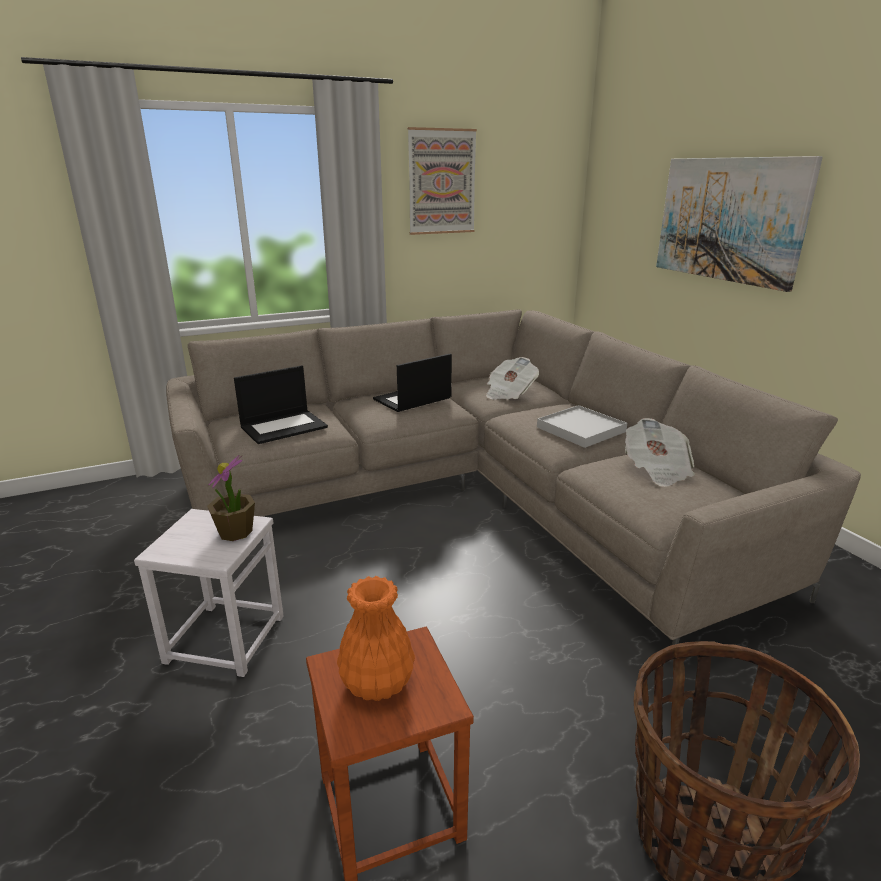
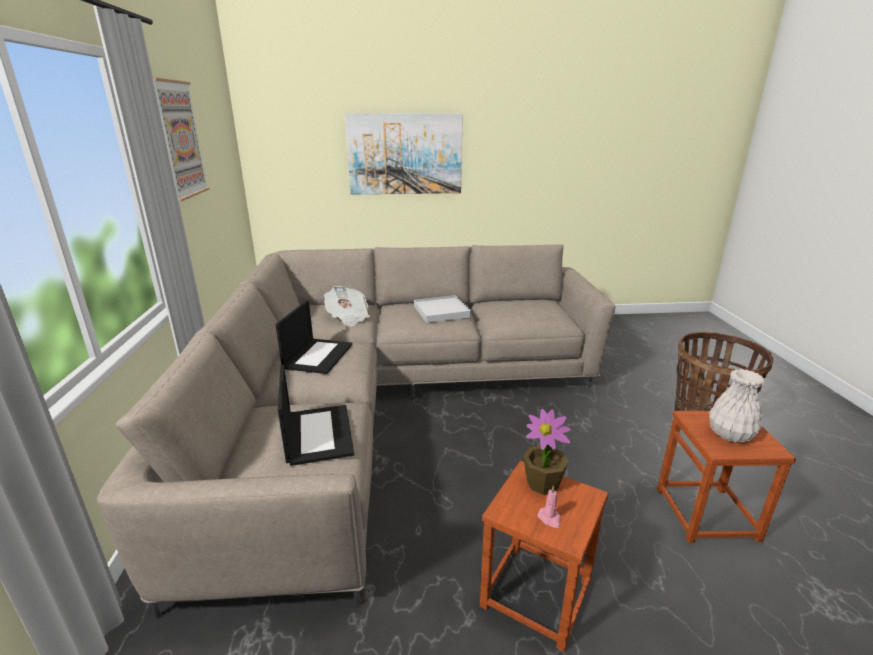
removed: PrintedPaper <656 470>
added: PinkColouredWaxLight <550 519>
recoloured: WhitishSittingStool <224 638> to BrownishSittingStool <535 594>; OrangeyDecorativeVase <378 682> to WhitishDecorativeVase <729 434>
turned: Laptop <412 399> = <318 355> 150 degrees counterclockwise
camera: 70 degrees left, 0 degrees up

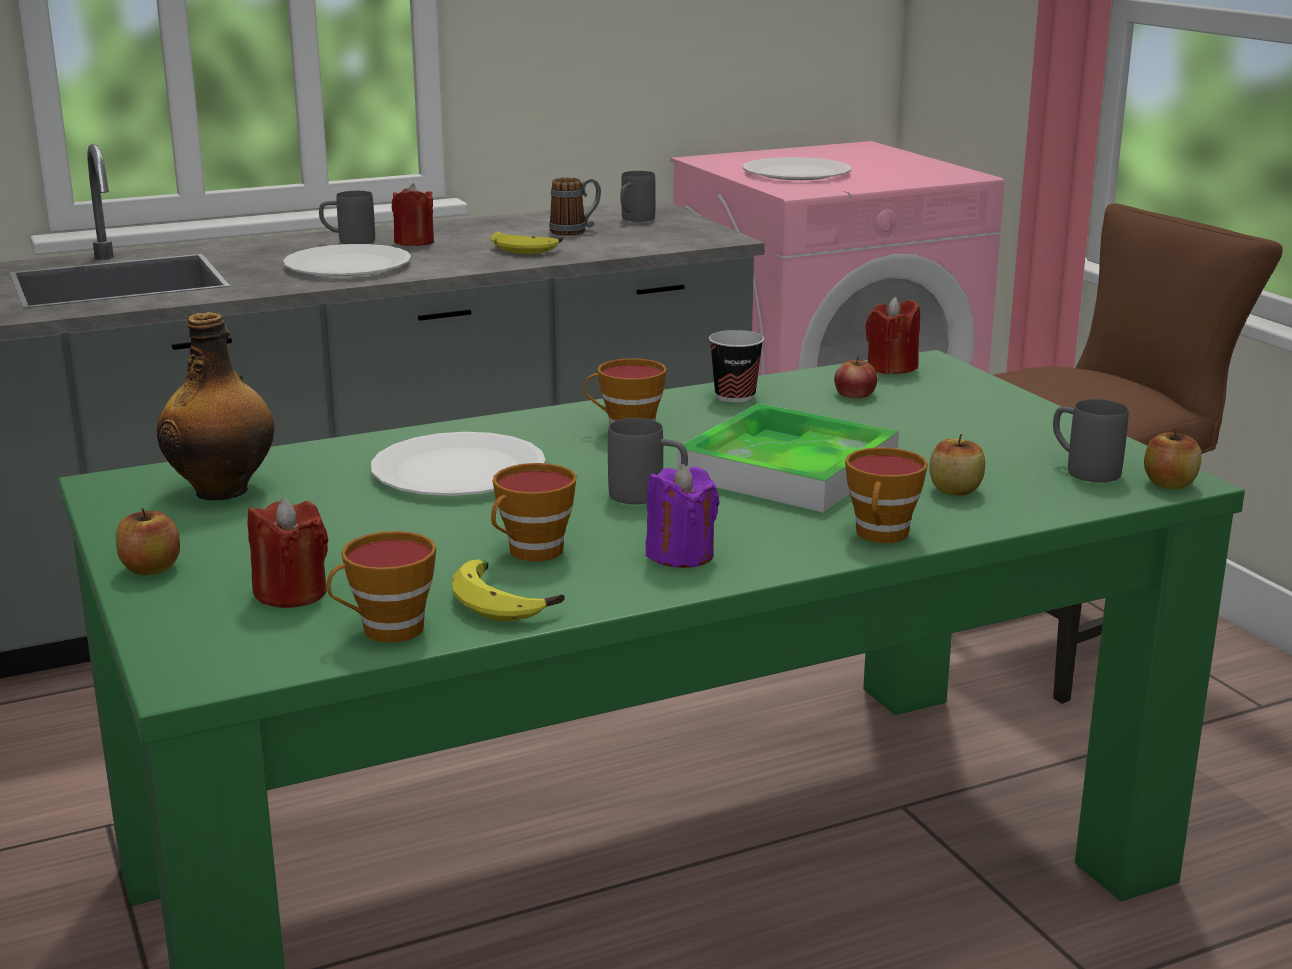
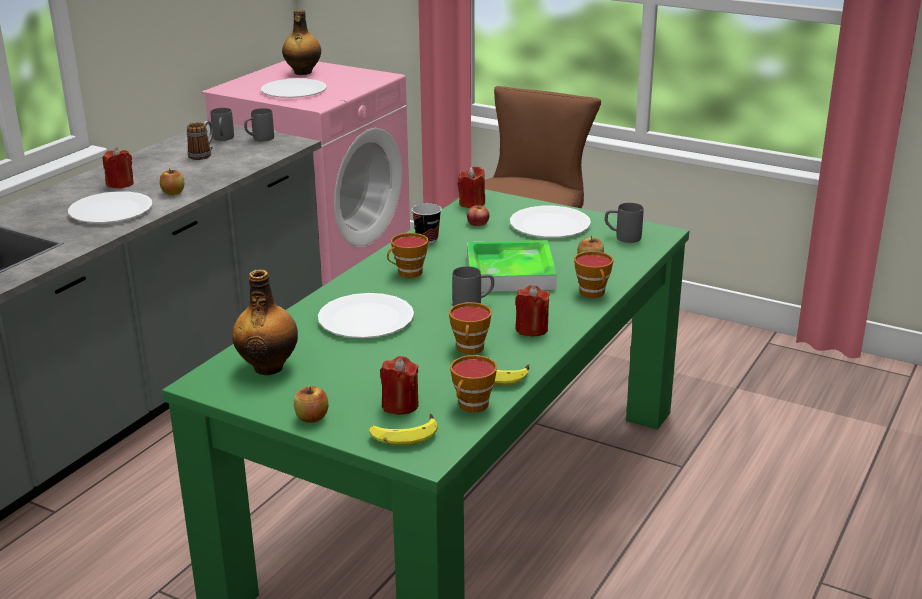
added: DrinkBottle <302 72>; WhitishPlate <550 225>
moved: GrayMug <348 241> to <259 139>; BananaFruit <526 248> to <404 434>; AppleFruit <1169 484> to <173 193>
recoloured: PurpleWaxLight <680 555> to ReddishWaxLight <531 329>
camera: 35 degrees left, 5 degrees up

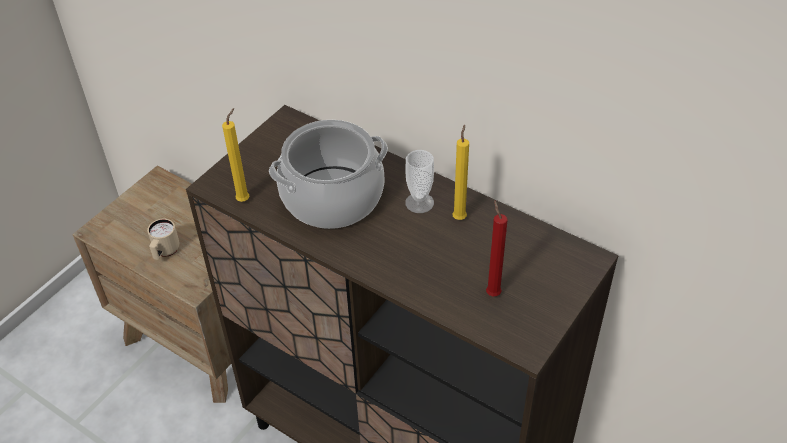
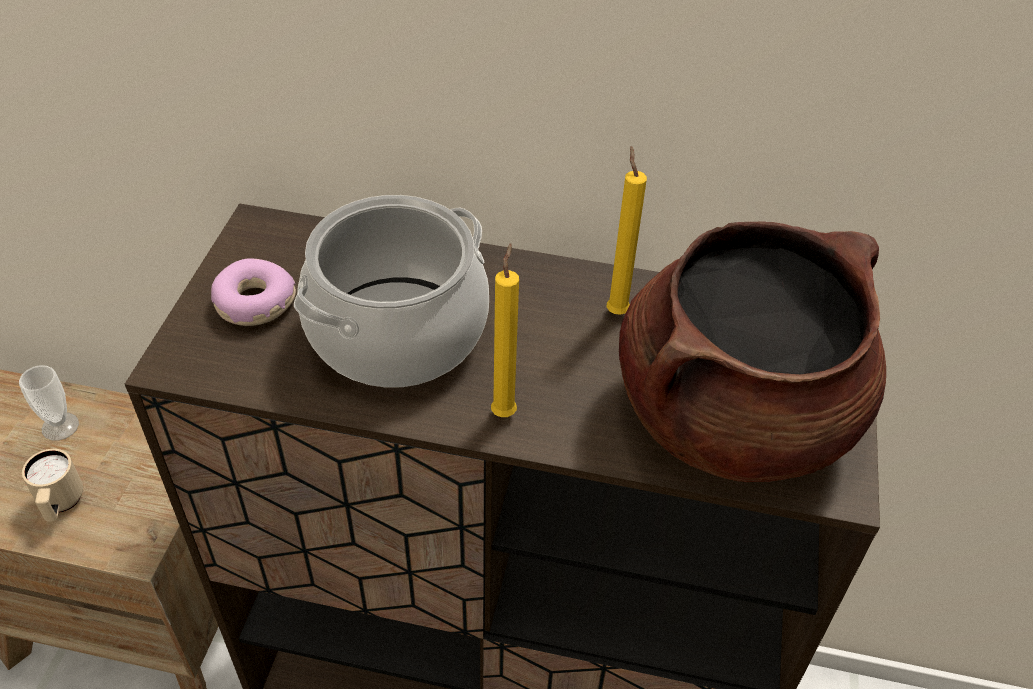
added: Doughnut <254 303>
moved: YellowColouredWaxLight <244 199> to <504 411>; DrinkingCup <419 203> to <60 426>
replaced: ReddishWaxLight <492 292> to BrownishCookingPot <734 415>
camera: 25 degrees left, 0 degrees up

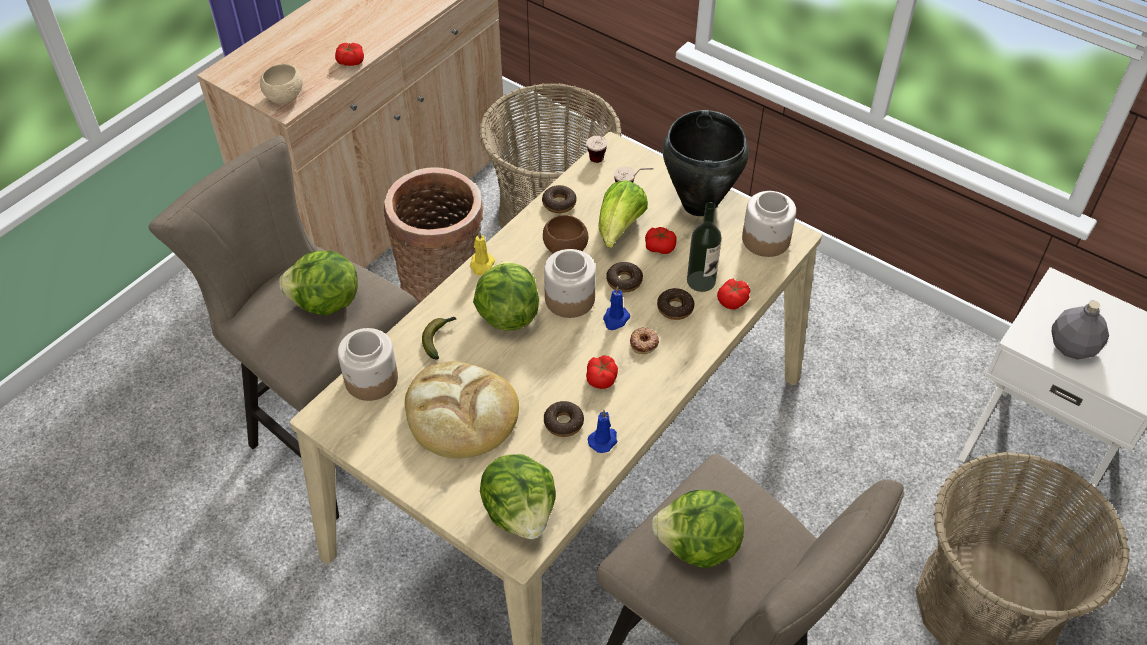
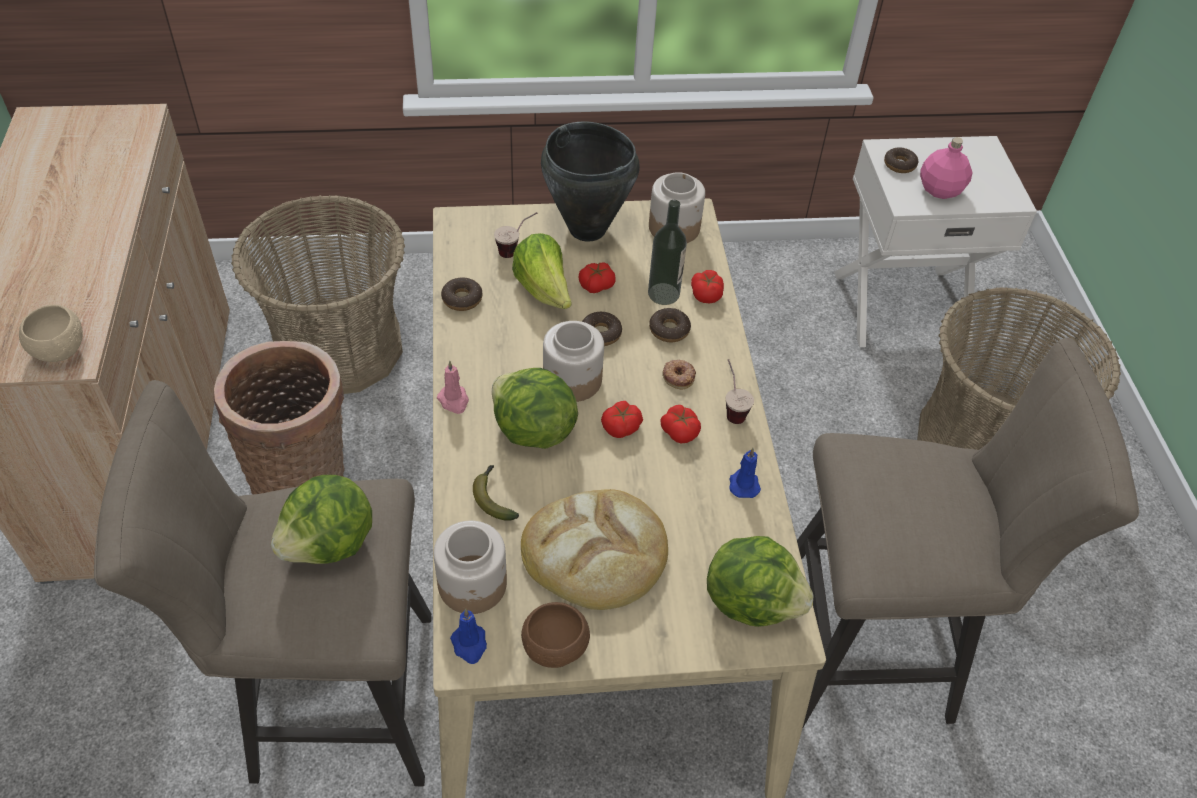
removed: HeadOfLettuce <698 546>
moved: Tomato <350 61> to <621 427>; DrinkingCup <600 153> to <731 408>; BrownishBowl <565 249> to <555 648>; BluishWaxLight <615 319> to <469 645>; Doughnut <563 423> to <899 165>
recoloured: YellowColouredWaxLight <481 265> to PinkColouredWaxLight <454 401>; GrayDrinkBottle <1072 347> to PinkColouredDrinkBottle <940 190>
camera: 45 degrees left, 0 degrees up

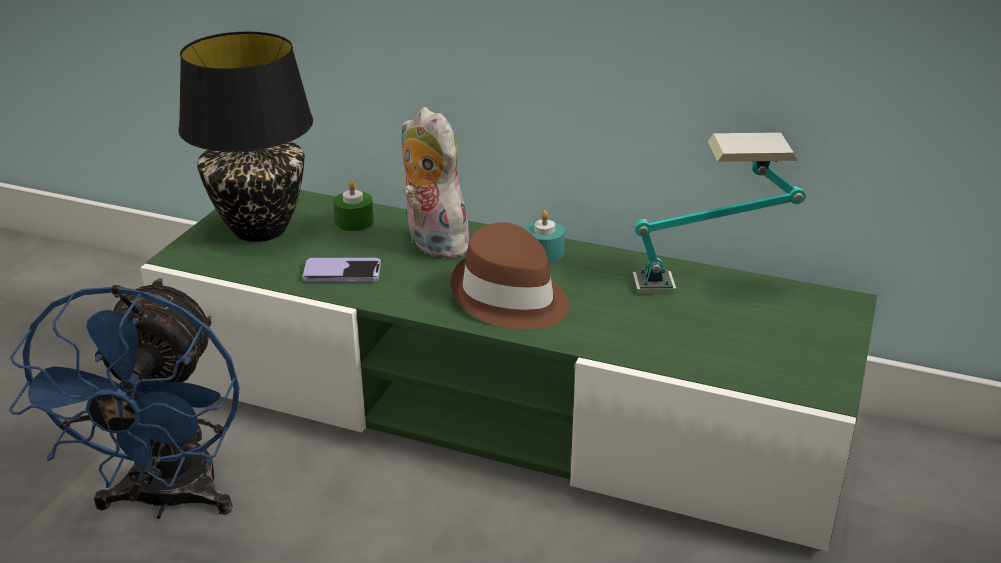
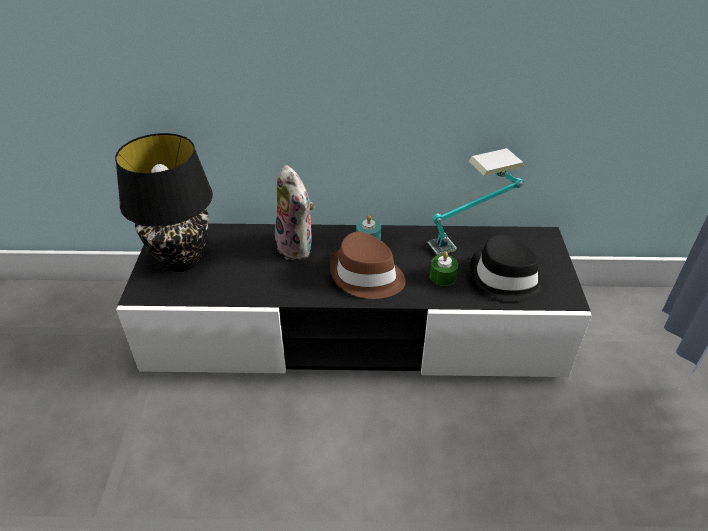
removed: Handset <342 272>; BluishElectricFan <167 500>
added: BlackHat <505 279>
moved: GreenColouredWaxLight <354 222> to <442 276>
recoloured: GreenColouredTvUnit <500 405> to BlackTvUnit <354 330>
turned: CuddlyToy <432 243> = <298 247> 150 degrees counterclockwise
camera: 20 degrees left, 10 degrees up

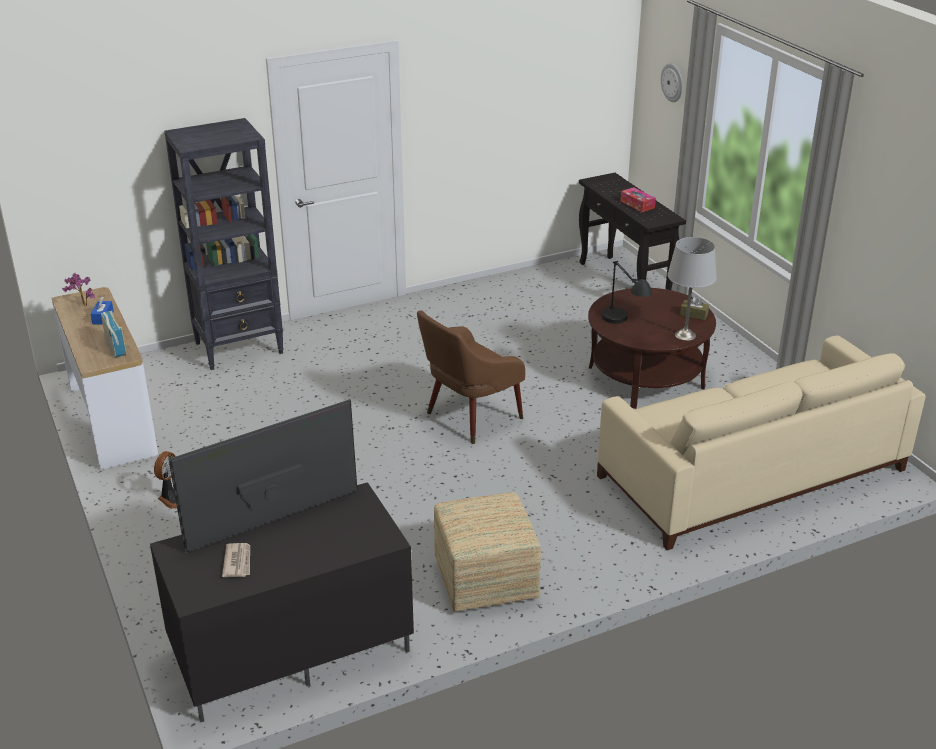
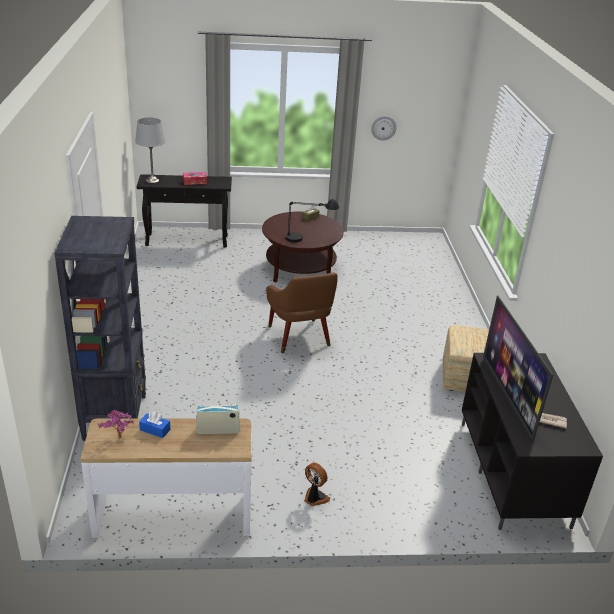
removed: SandColouredSofa <750 472>
moved: HangingClock <672 82> to <383 127>; GrayTabletopLamp <685 335> to <152 180>
camera: 70 degrees left, 0 degrees up

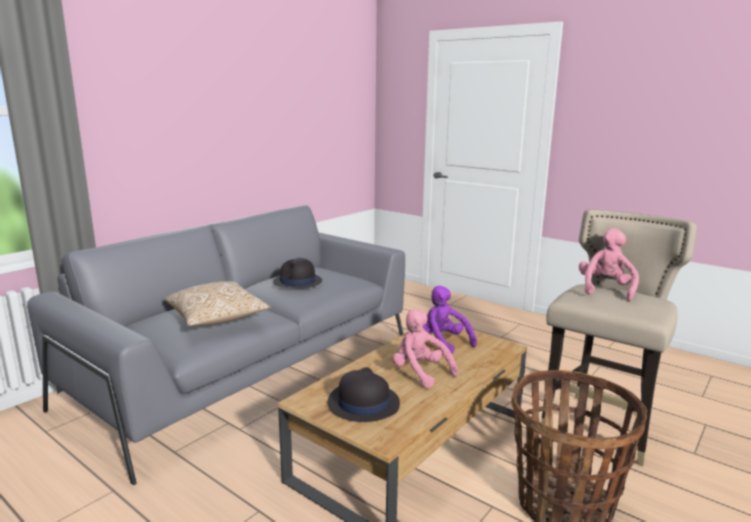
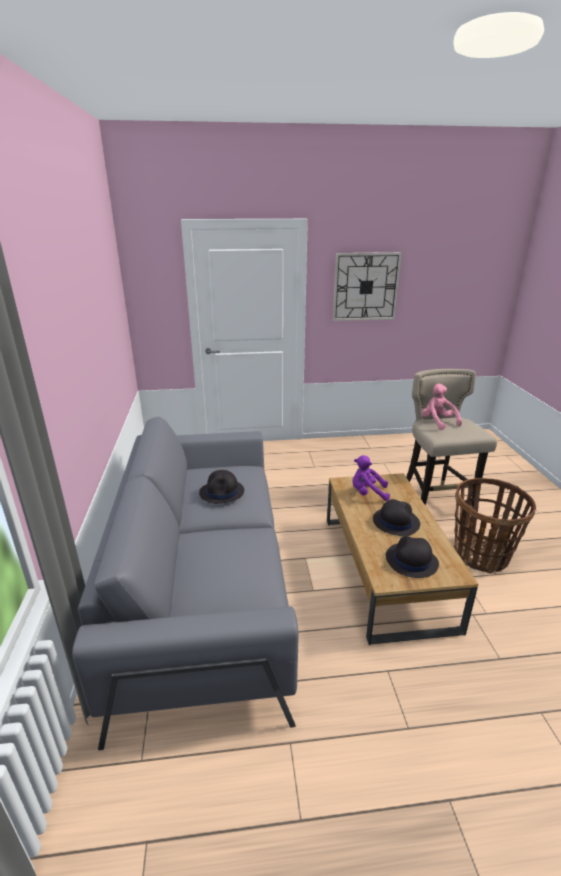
removed: Pillow <217 318>
added: HangingClock <366 287>
replaced: PinkColouredCuddlyToy <420 373> to BlackHat <395 521>
camera: 45 degrees left, 10 degrees up

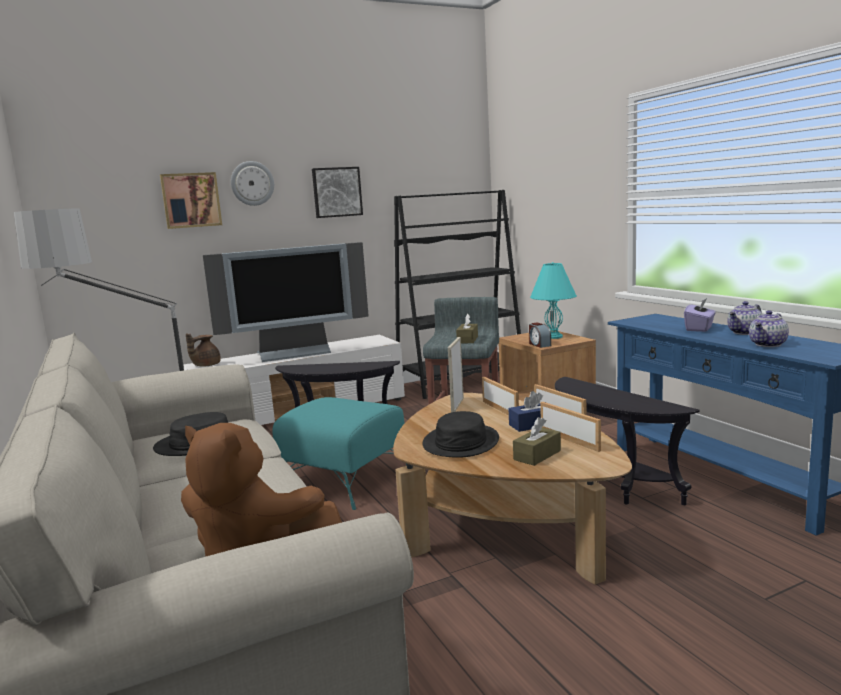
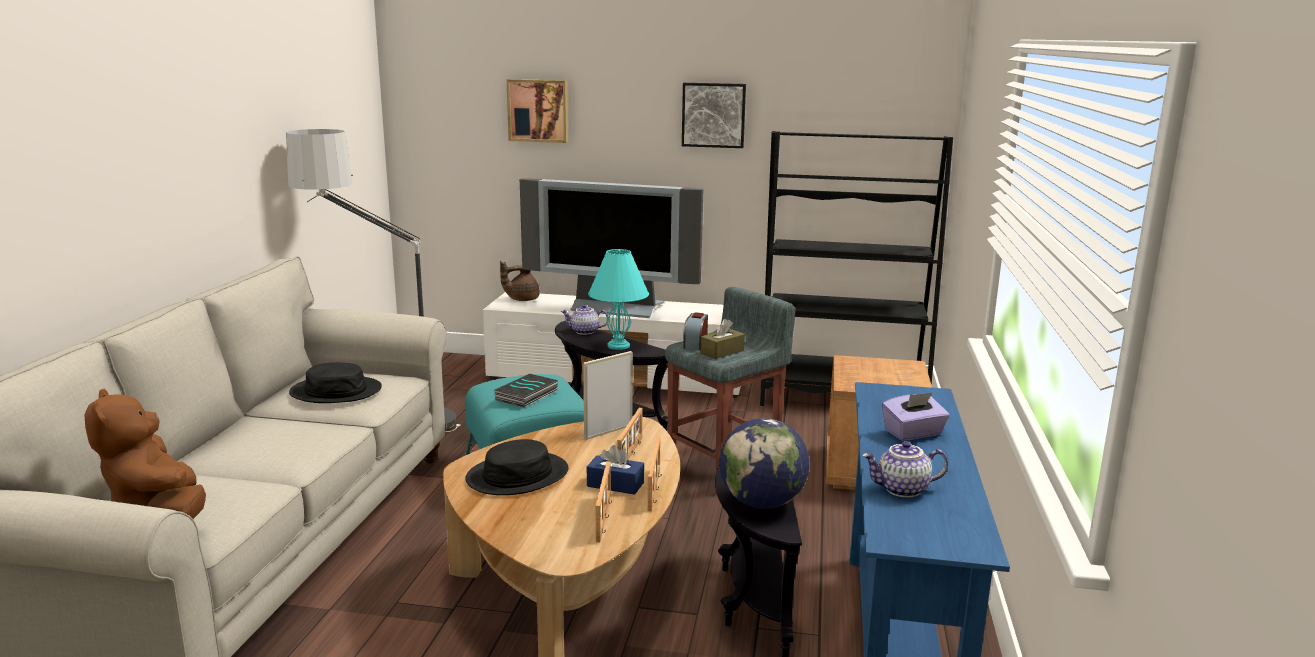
removed: HangingClock <252 183>; BrownishTissueBox <537 455>
added: BoundBook <527 395>; DeskGlobe <762 503>
moved: TurquoiseColouredTabletopLamp <553 337> to <618 346>; PotForTea <745 333> to <584 332>; BedsideClock <539 344> to <695 344>
camera: 35 degrees right, 5 degrees up

